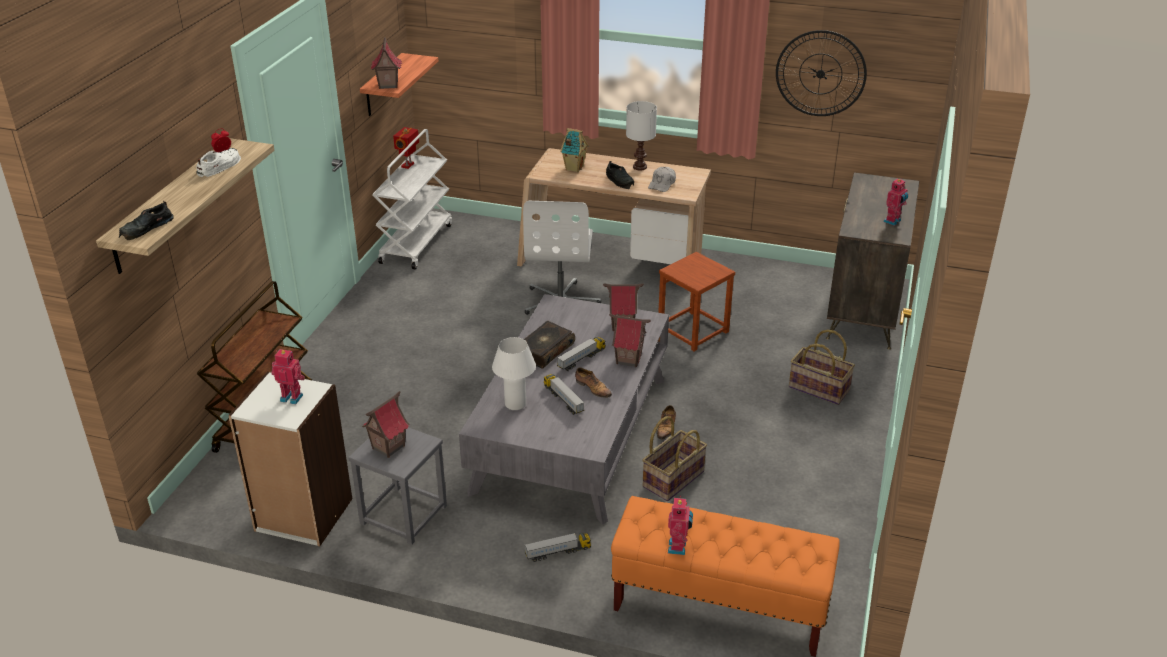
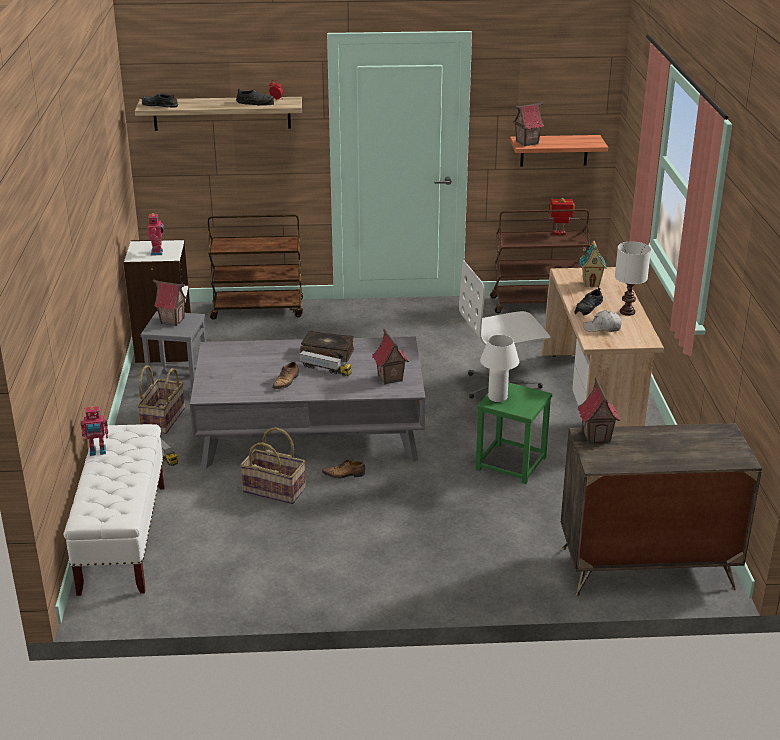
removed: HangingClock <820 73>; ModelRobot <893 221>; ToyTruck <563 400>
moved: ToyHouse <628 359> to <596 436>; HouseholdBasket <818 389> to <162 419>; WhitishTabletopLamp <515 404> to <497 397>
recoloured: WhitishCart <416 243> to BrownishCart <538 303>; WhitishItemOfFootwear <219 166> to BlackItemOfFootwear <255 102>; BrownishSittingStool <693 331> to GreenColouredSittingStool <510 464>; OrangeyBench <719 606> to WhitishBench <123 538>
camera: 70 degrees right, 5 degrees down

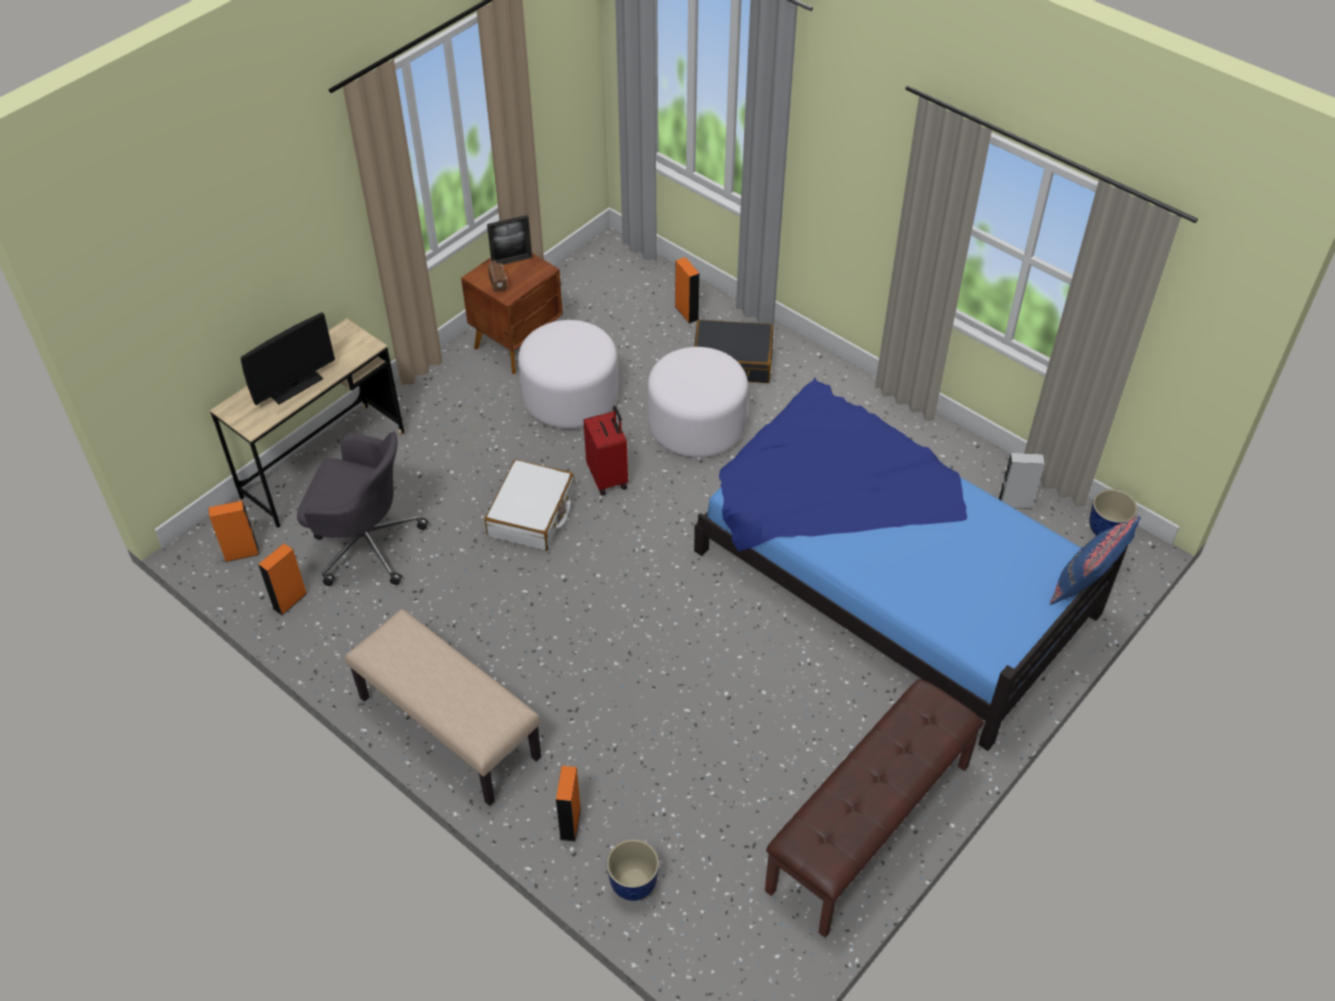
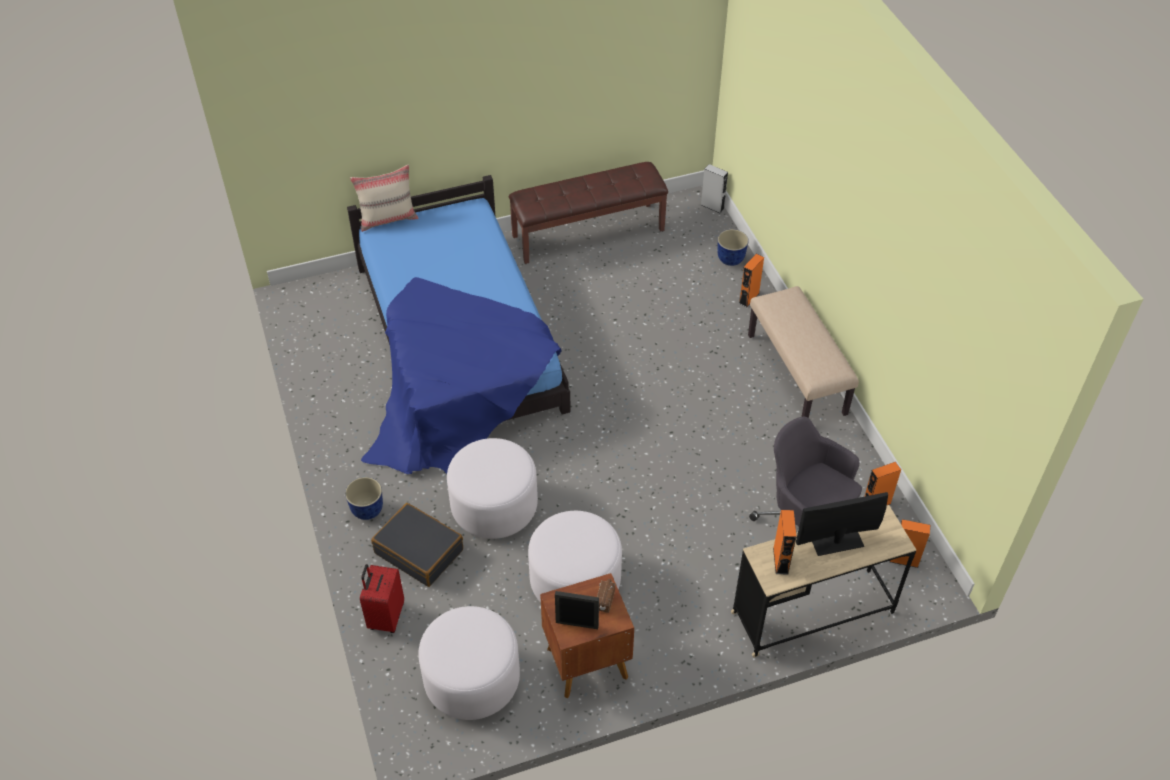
removed: WhitishPieceOfLuggage <532 515>
added: WhitishPouffe <471 679>
moved: OrangeySpeaker <686 313> to <780 560>; ReddishPieceOfLuggage <608 477> to <385 617>; GraySpeaker <1015 503> to <712 206>; PlantPot <1107 530> to <367 510>
recoloured: BluishPillow <1084 585> to SandColouredPillow <388 219>
camera: 150 degrees left, 0 degrees up

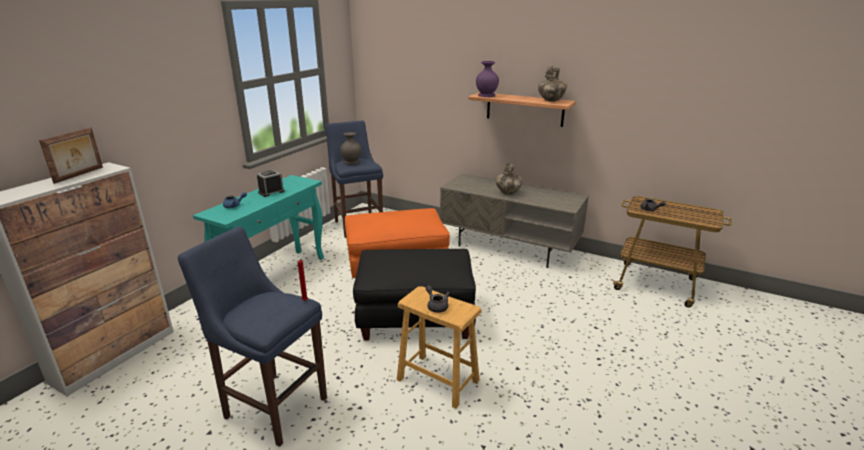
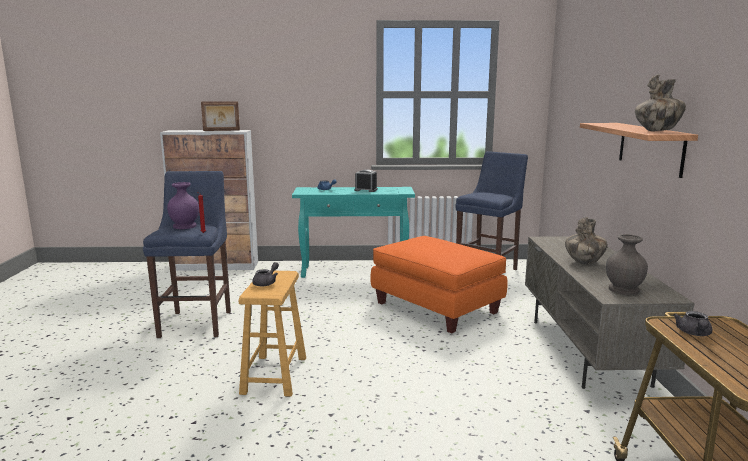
removed: BlackPouffe <416 317>
moved: PurpleDecorativeVase <486 95> to <184 226>; GrayDecorativeVase <352 162> to <623 290>
camera: 60 degrees right, 10 degrees down

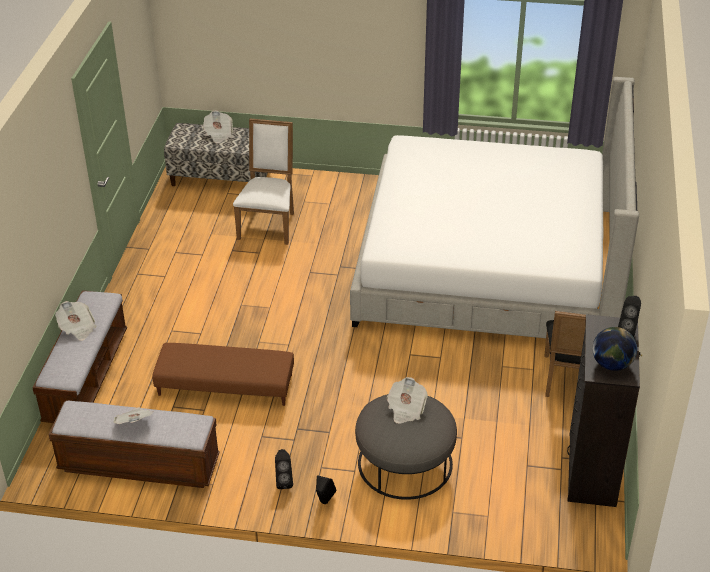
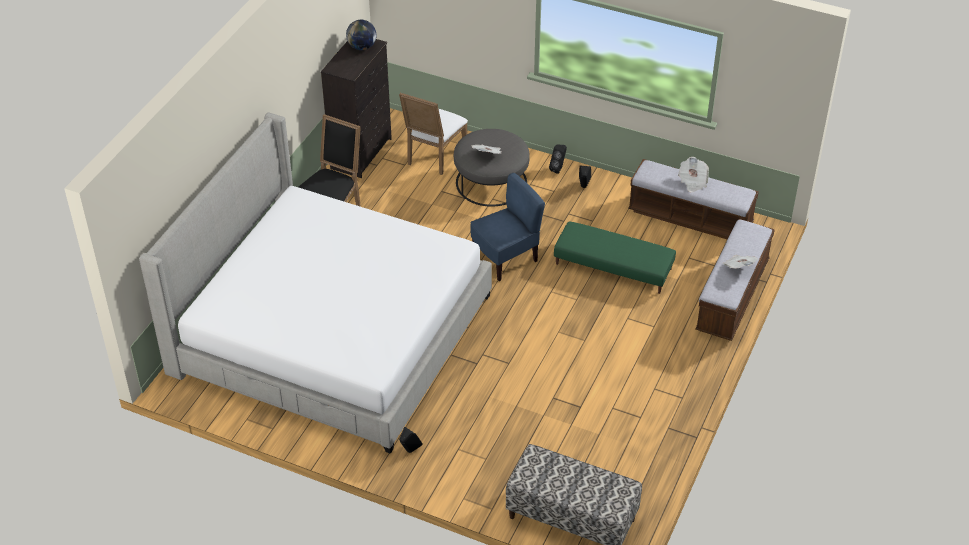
removed: PrintedPaper <218 134>
added: BluishChair <505 258>
moved: WhitishChair <269 224> to <433 157>; BlackSpeaker <628 331> to <410 451>
recoloured: BrownishPouffe <225 385> to GreenColouredPouffe <613 266>
camera: 165 degrees left, 5 degrees up

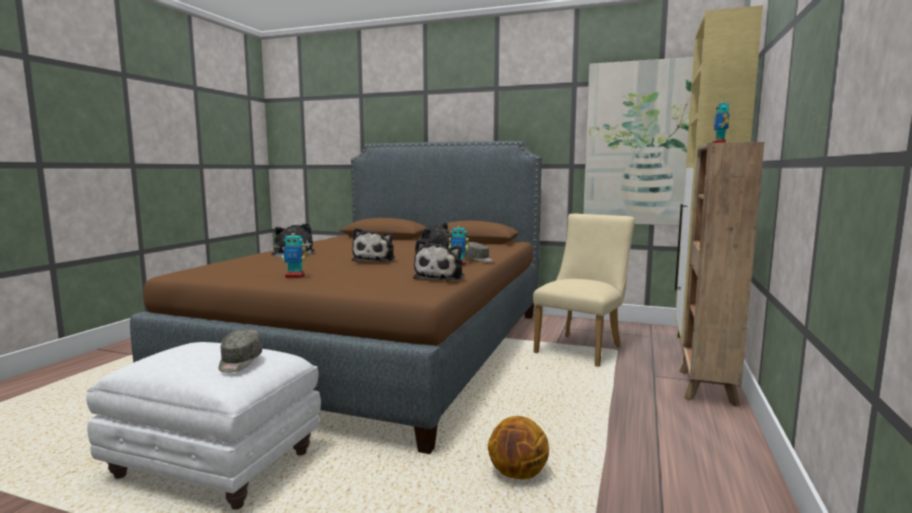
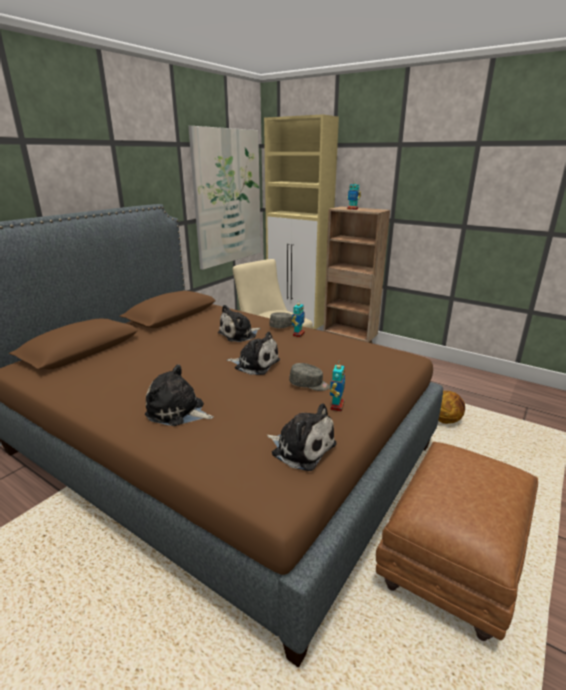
moved: CuddlyToy <441 277> to <300 448>; GrayBaseballCap <239 362> to <309 385>
recoloured: WhitishPouffe <217 465> to BrownishPouffe <451 560>
camera: 75 degrees left, 15 degrees up

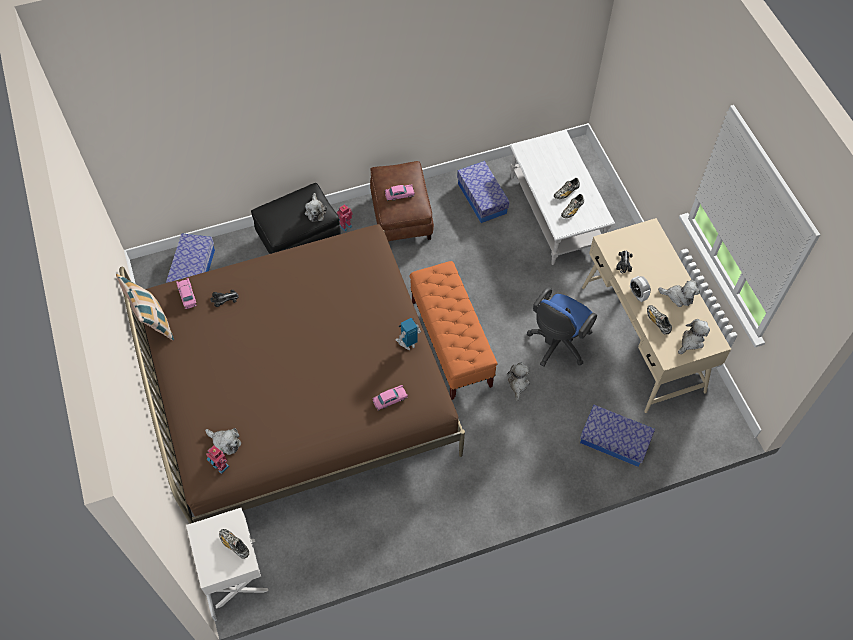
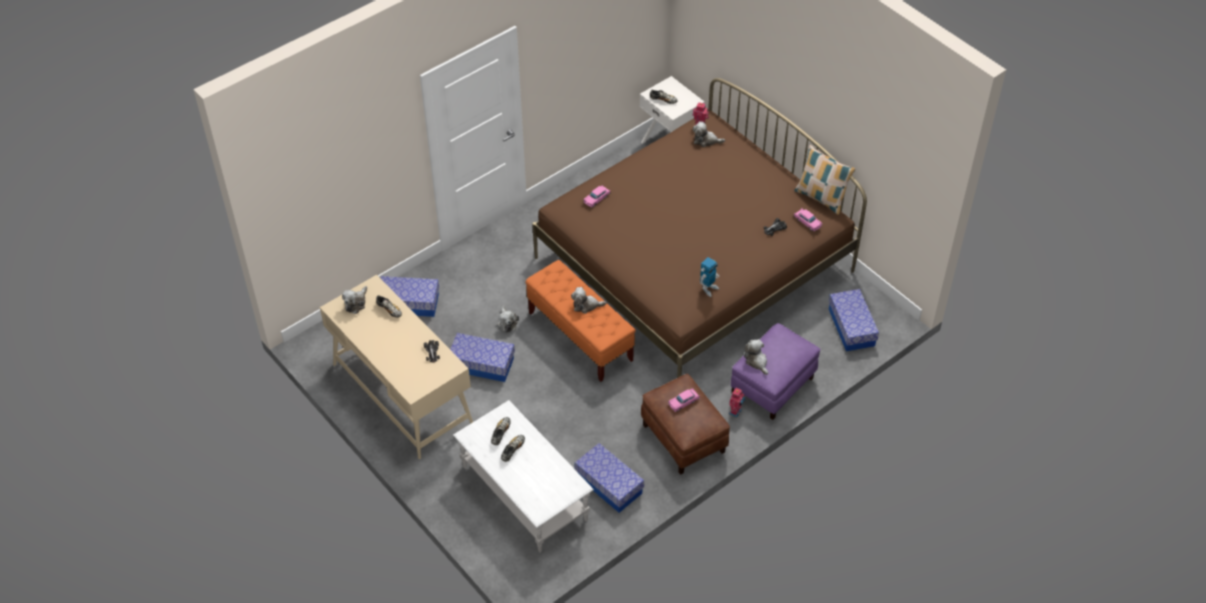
removed: BedsideClock <637 294>
moved: CuddlyToy <679 296> to <586 305>; ModelRobot <408 344> to <708 288>
replaced: BluishOfficeChair <557 344> to StorageContainer <482 364>
recoloured: BlackPouffe <299 239> to PurplePouffe <772 386>
camera: 160 degrees right, 10 degrees down

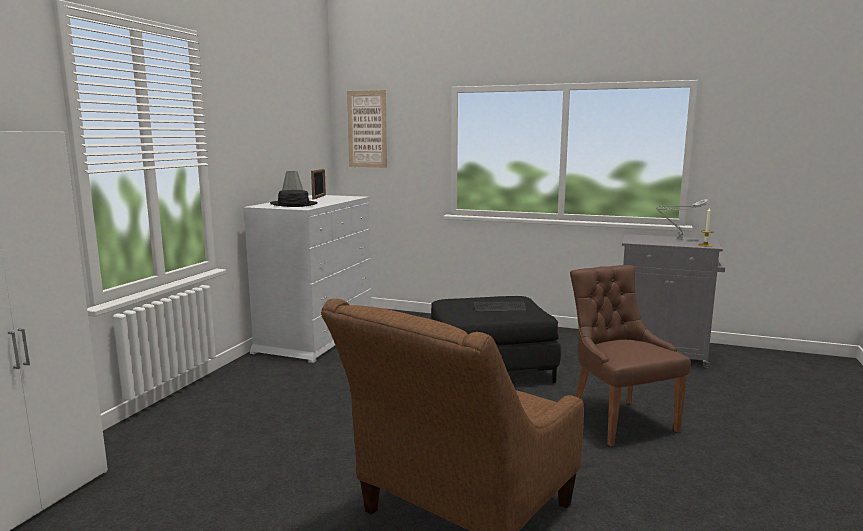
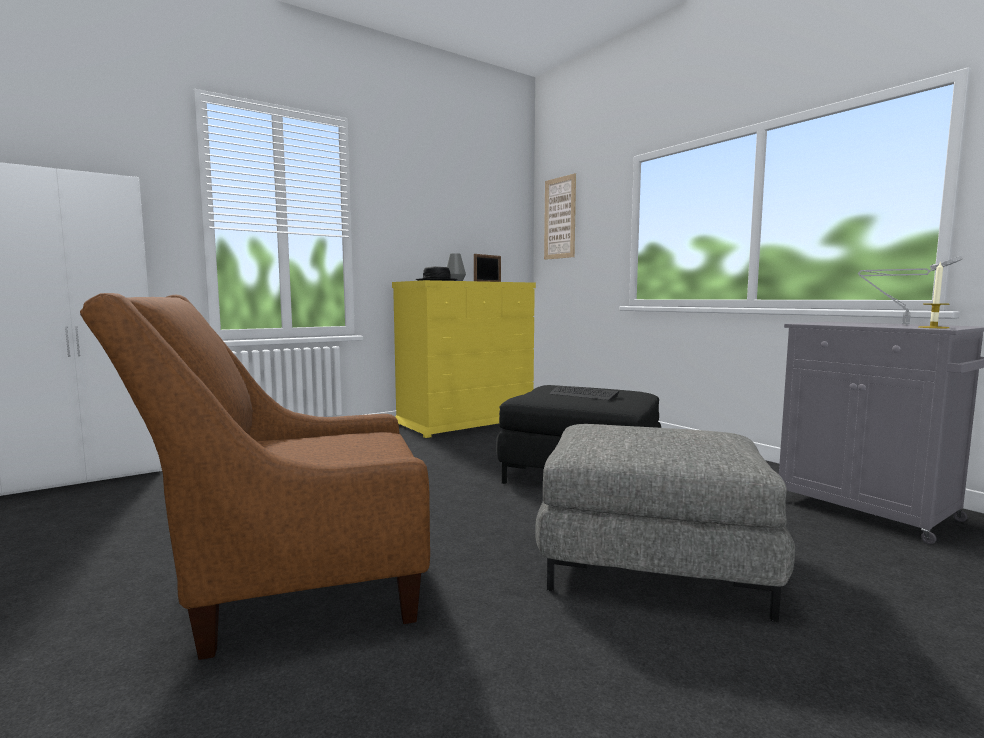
replaced: BrownishChair <619 420> to GrayPouffe <654 561>
recoloured: WhitishDrawerChest <316 336> to YellowColouredDrawerChest <465 421>
camera: 35 degrees right, 5 degrees down

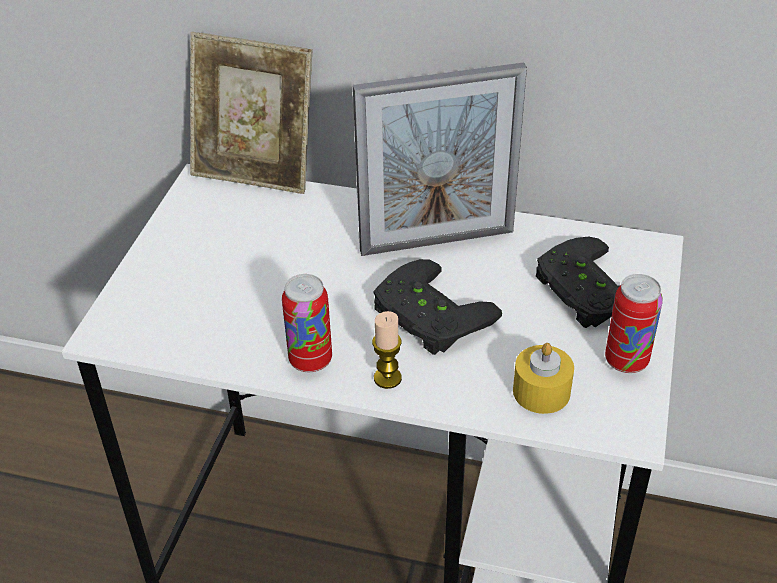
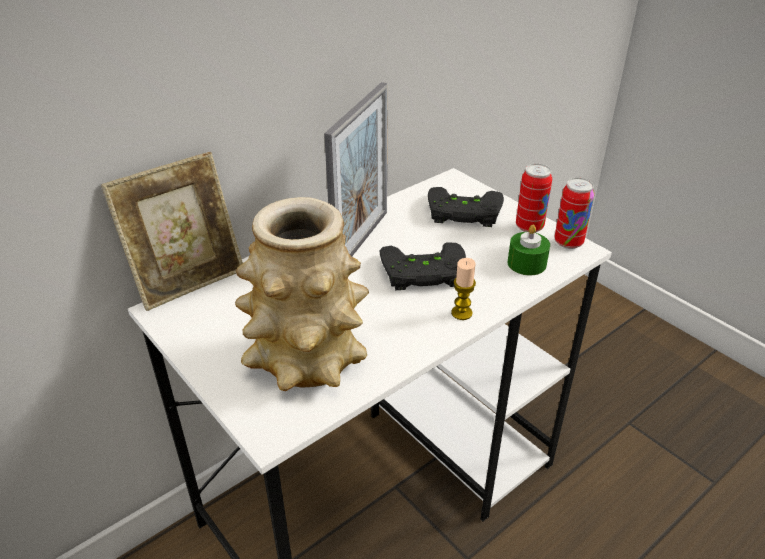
added: DecorativeVase <307 359>
moved: SealedCan <310 360> to <568 242>
recoloured: YellowColouredWaxLight <541 391> to GreenColouredWaxLight <526 263>
camera: 55 degrees left, 5 degrees down

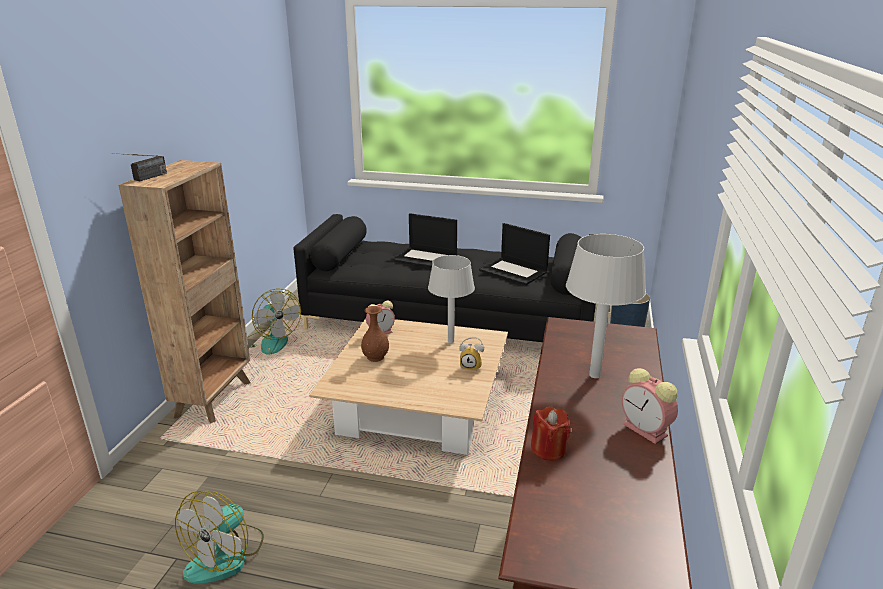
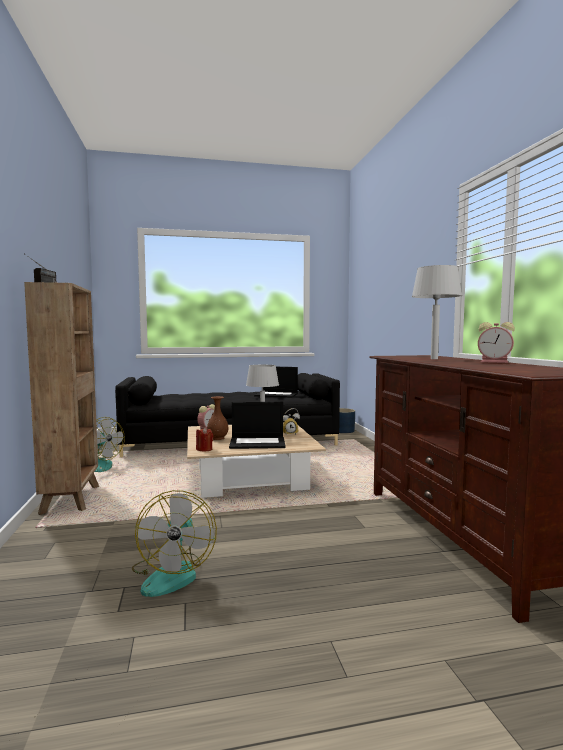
moved: Laptop <426 258> to <258 443>; ReddishWaxLight <548 450> to <204 449>
camera: 25 degrees left, 20 degrees down

